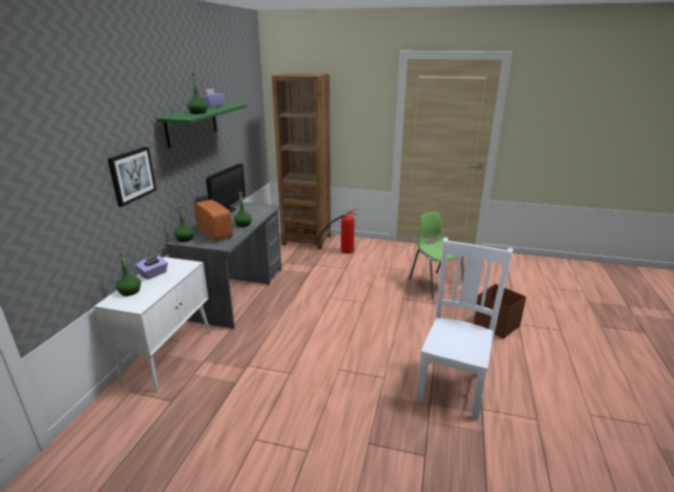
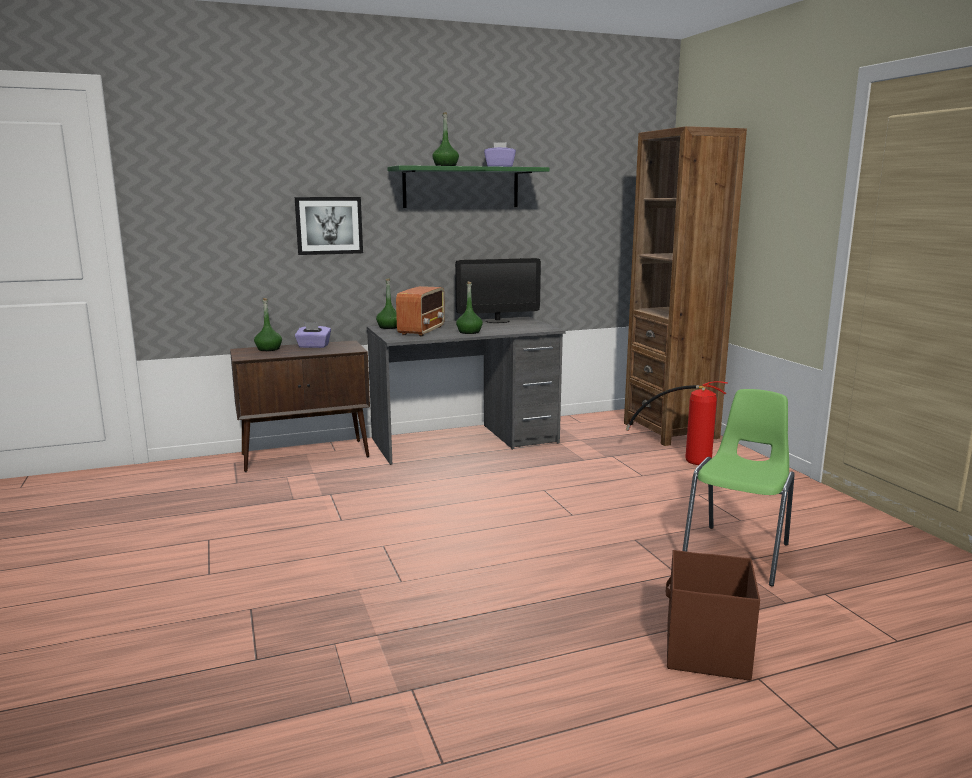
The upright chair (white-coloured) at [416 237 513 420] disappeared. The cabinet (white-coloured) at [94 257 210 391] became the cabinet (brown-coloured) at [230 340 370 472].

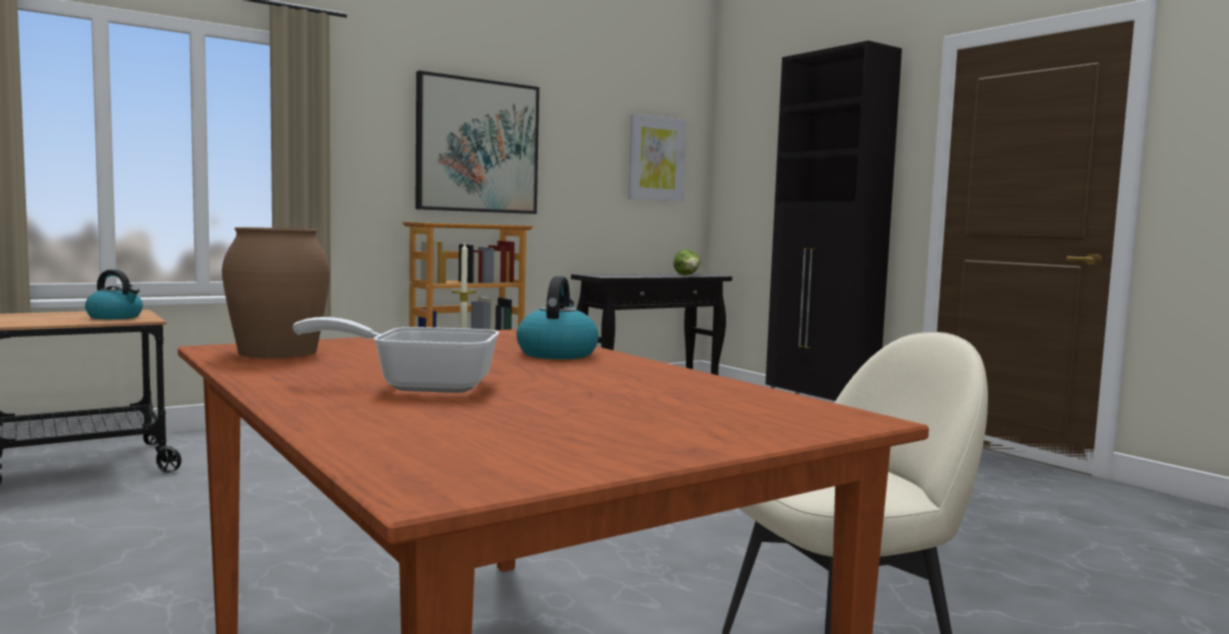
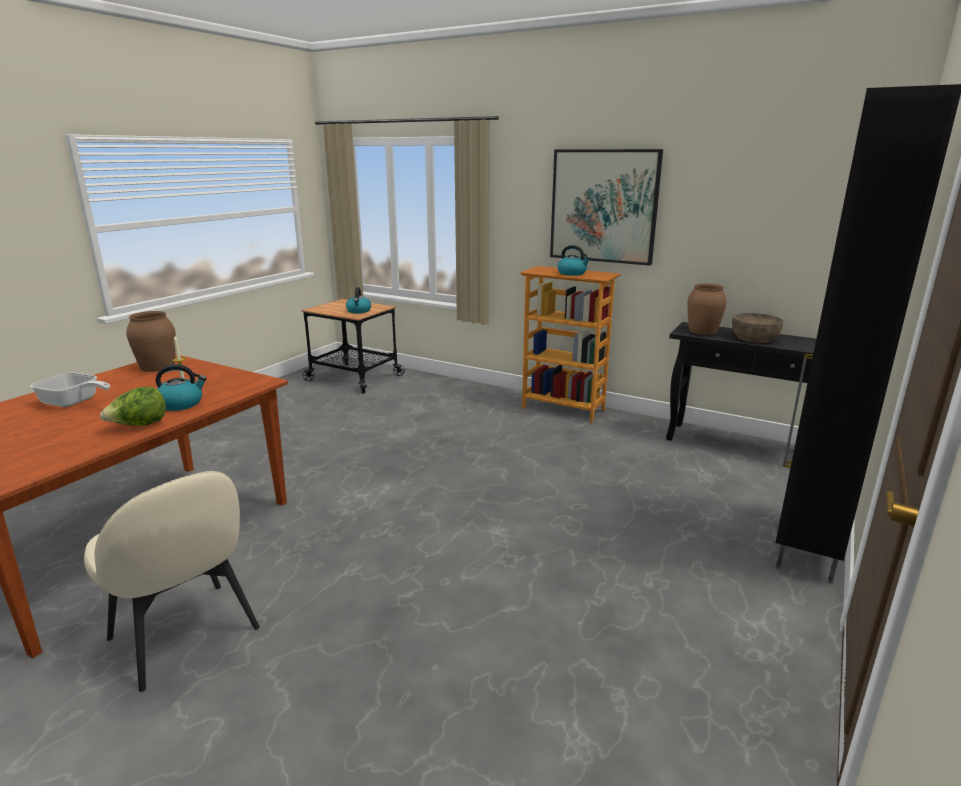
The wall art at [628 113 686 202] disappeared. The lettuce moved from [673 249 700 275] to [100 387 166 426]. The pan at [293 317 499 393] turned 135 degrees clockwise. The tea kettle at [558 245 591 276] appeared. The flower vase (brown-coloured) at [687 283 727 335] appeared. The bowl (brown-coloured) at [732 313 783 343] appeared.

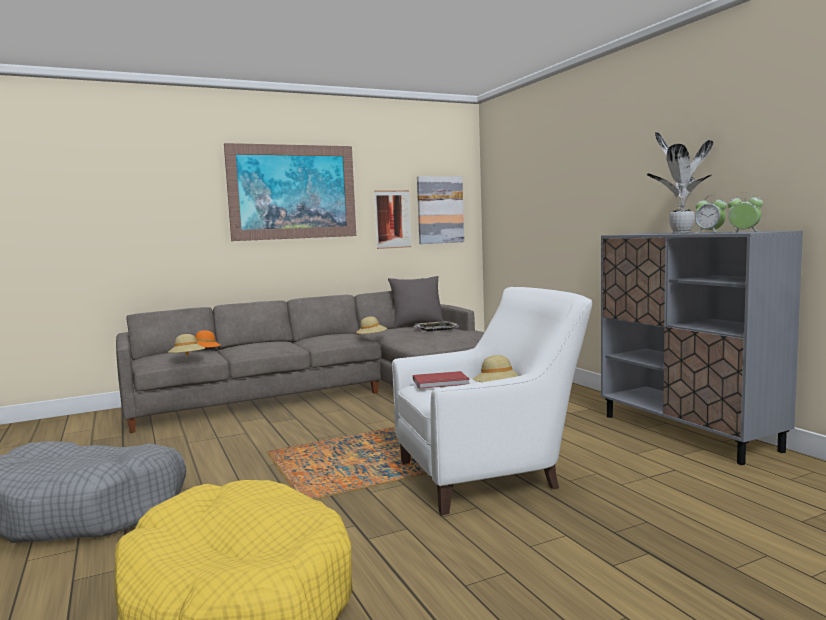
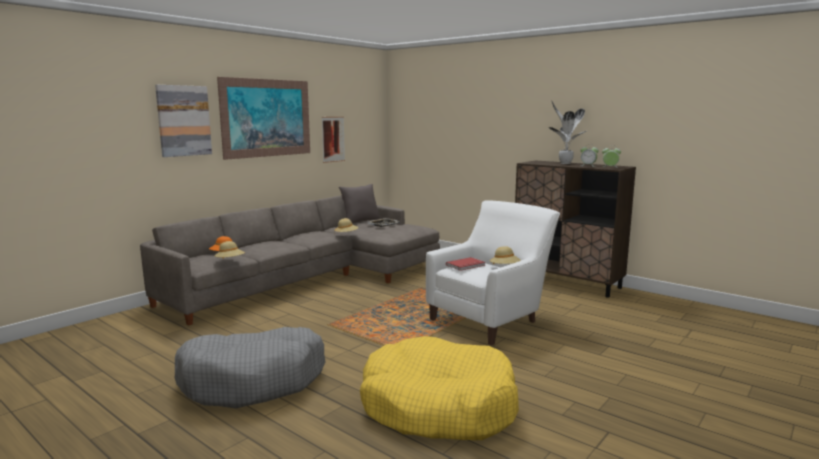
The wall art moved from [417 176 464 244] to [155 85 212 157]. The cabinet (greyish) at [601 231 803 465] became the cabinet (brown-coloured) at [515 161 636 298].

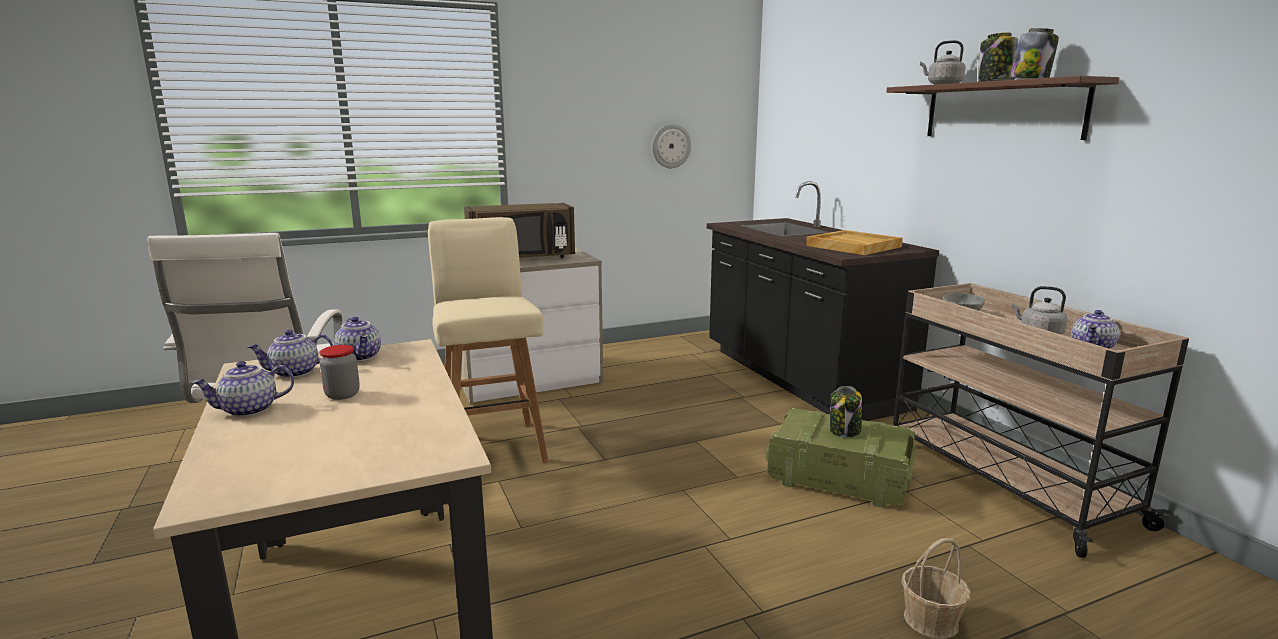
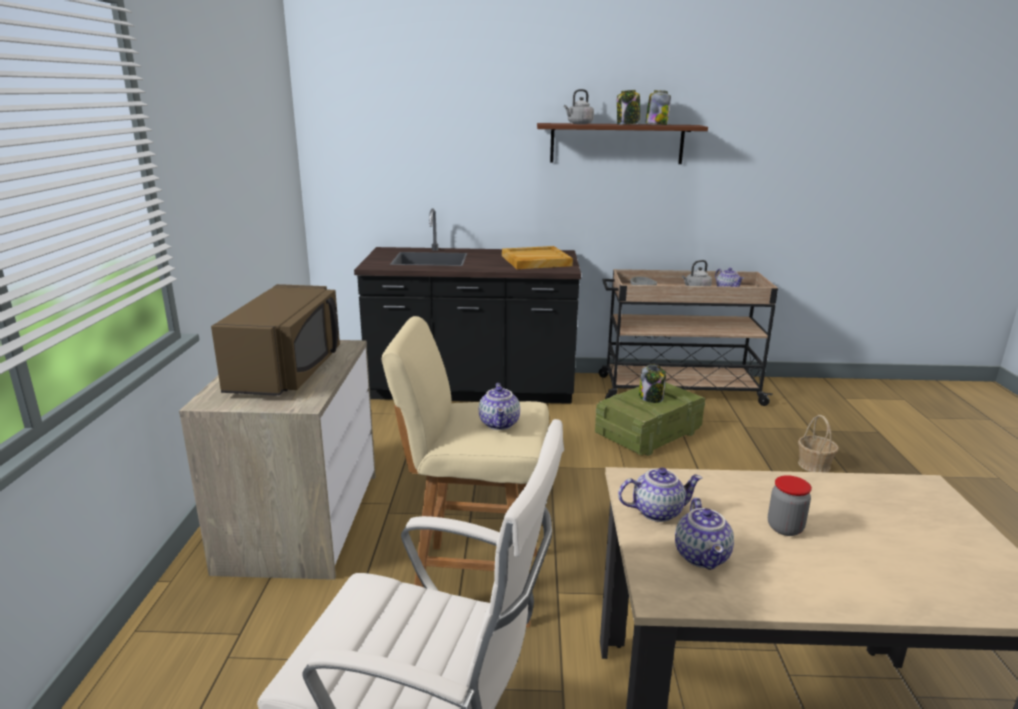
The wall clock at [652 124 691 168] disappeared. The tea pot moved from [191 361 294 417] to [479 383 520 430].

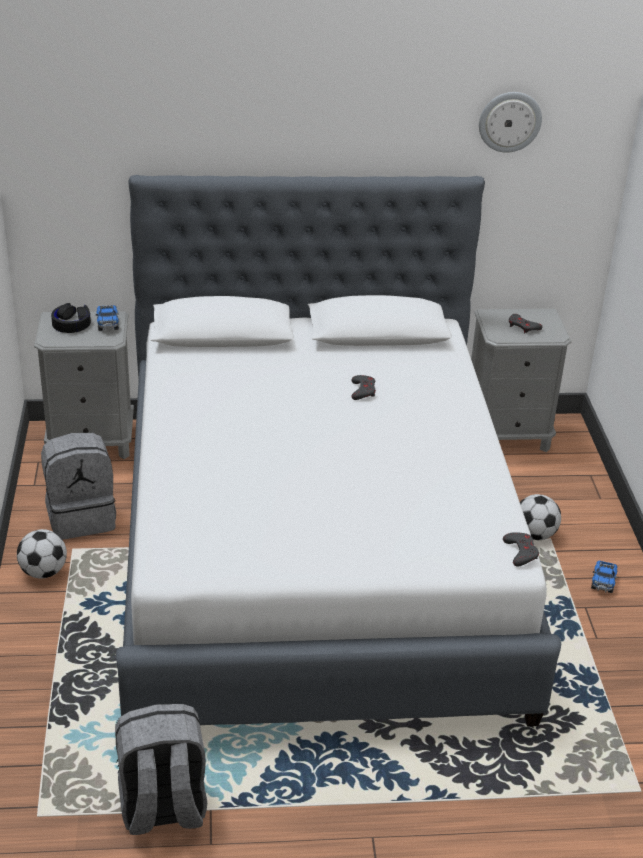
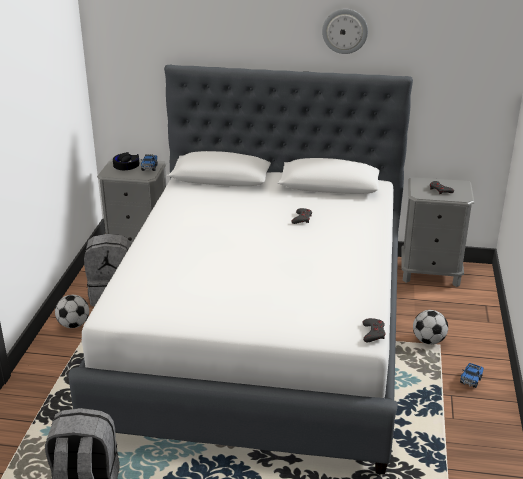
The wall clock moved from [479 92 542 153] to [322 9 368 54].

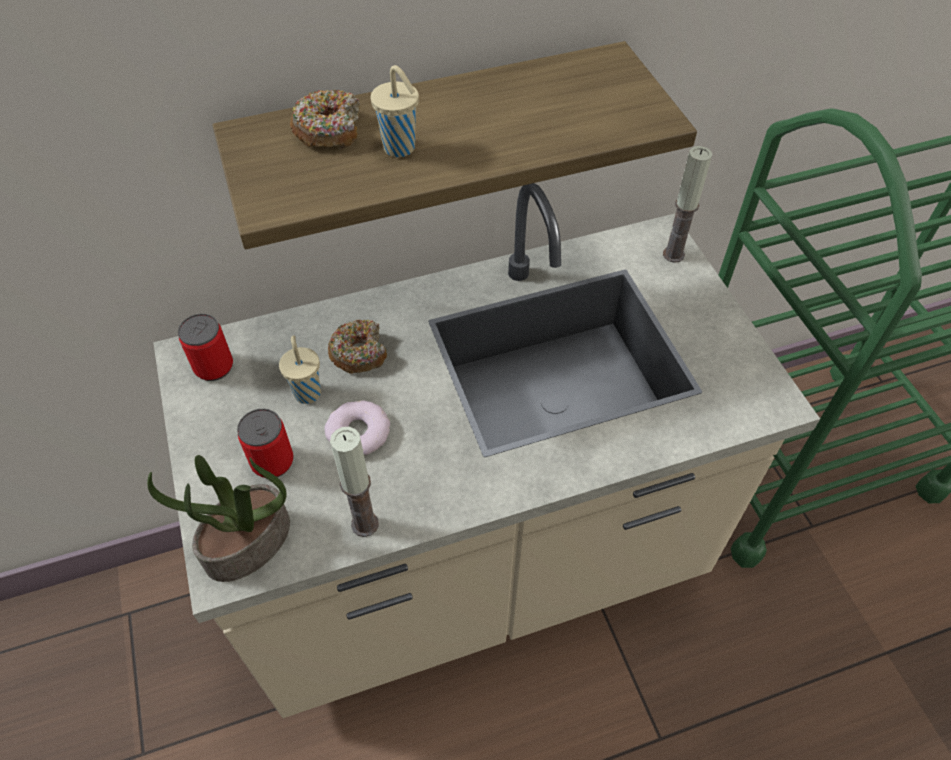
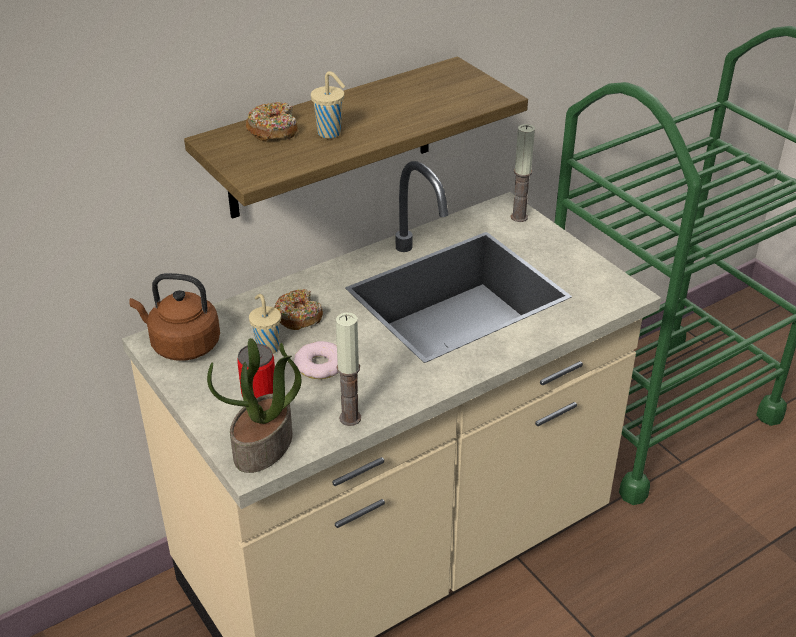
The sealed can at [178 314 233 381] was replaced by the tea kettle (brown-coloured) at [129 273 220 360].

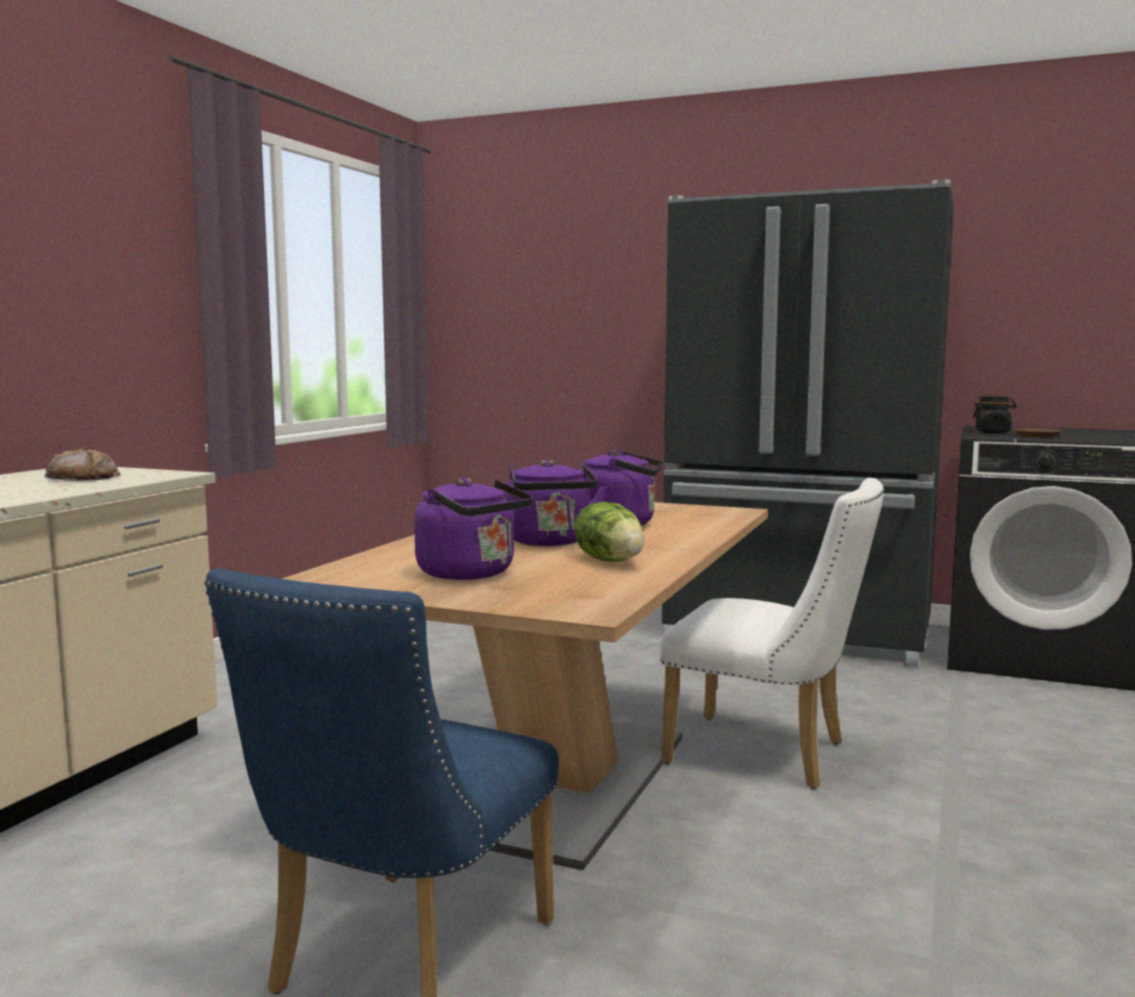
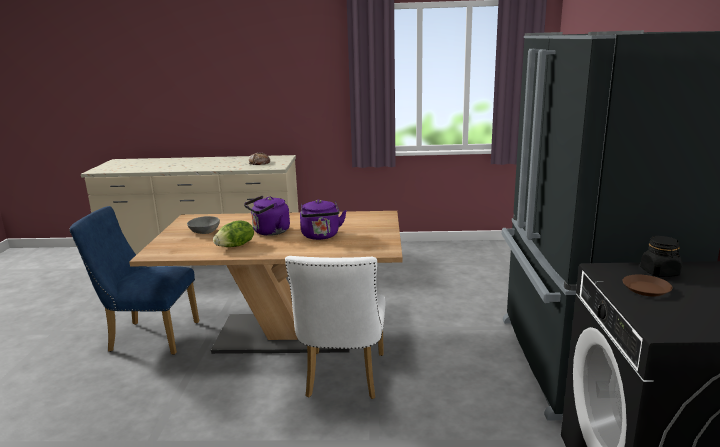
The tea kettle (purple) at [414 478 533 580] was replaced by the bowl (greyish) at [187 216 220 234].

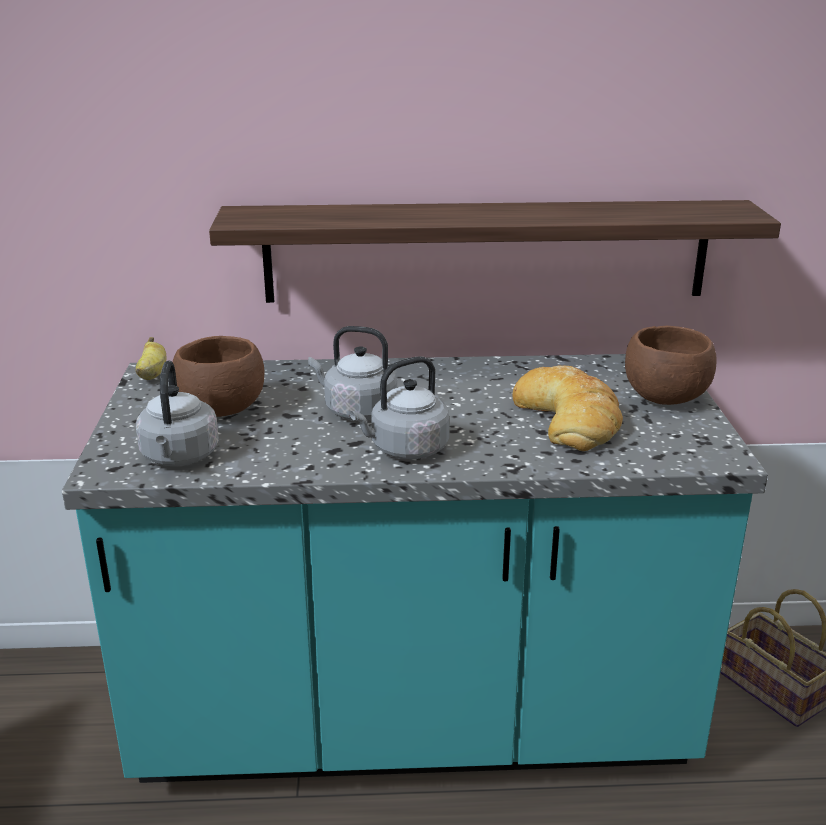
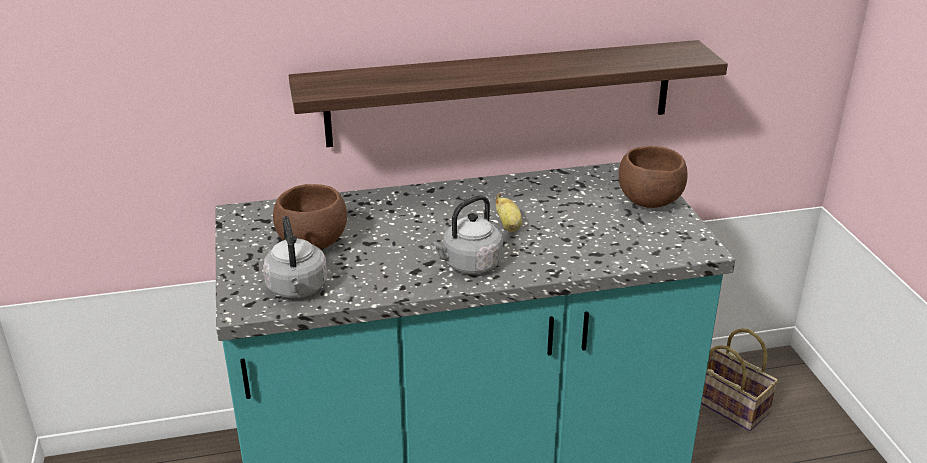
The tea kettle (greyish) at [308 326 397 420] disappeared. The banana moved from [135 337 167 380] to [496 193 522 232]. The bread at [513 366 623 451] disappeared.

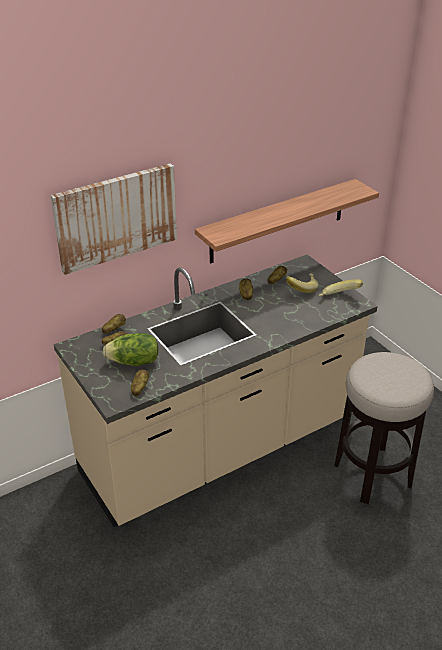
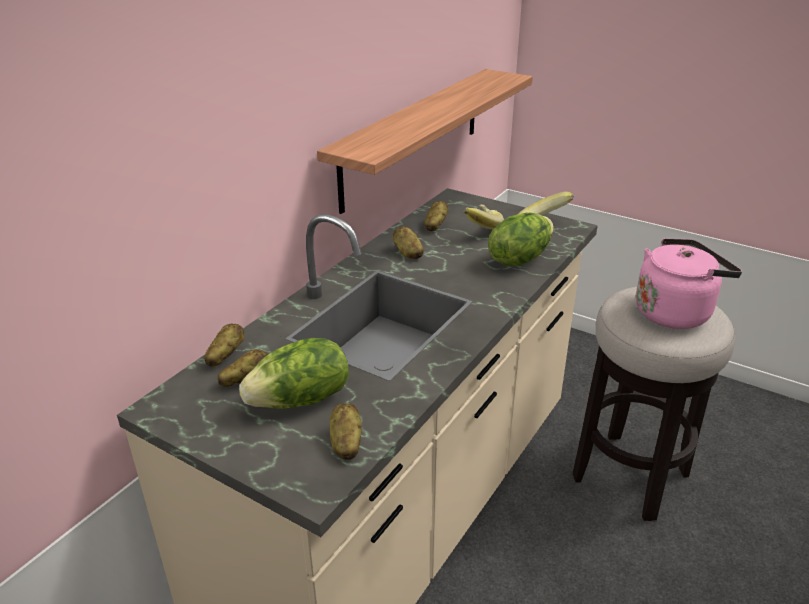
The wall art at [50 163 177 275] disappeared. The lettuce at [488 212 554 266] appeared. The tea kettle (pink-coloured) at [636 238 742 329] appeared.

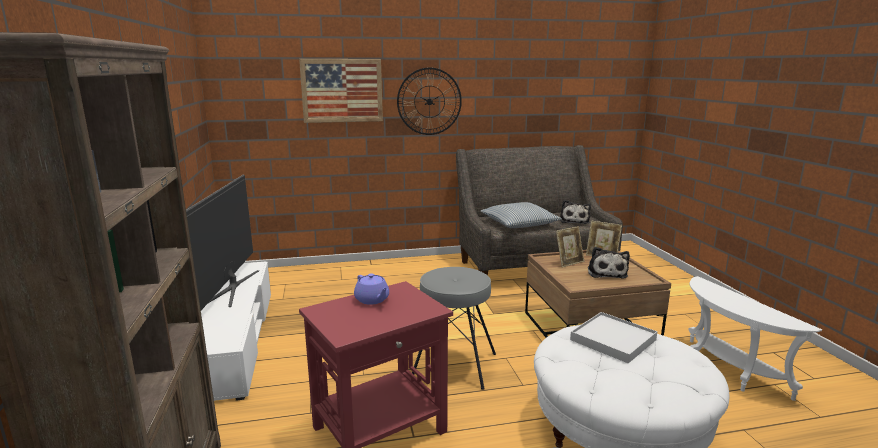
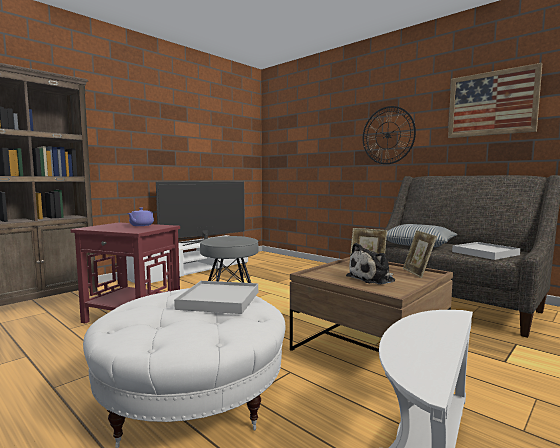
The wall art moved from [299 59 383 123] to [448 63 542 138]. The plush toy at [560 200 591 224] was replaced by the serving tray (white-coloured) at [452 242 520 260].

